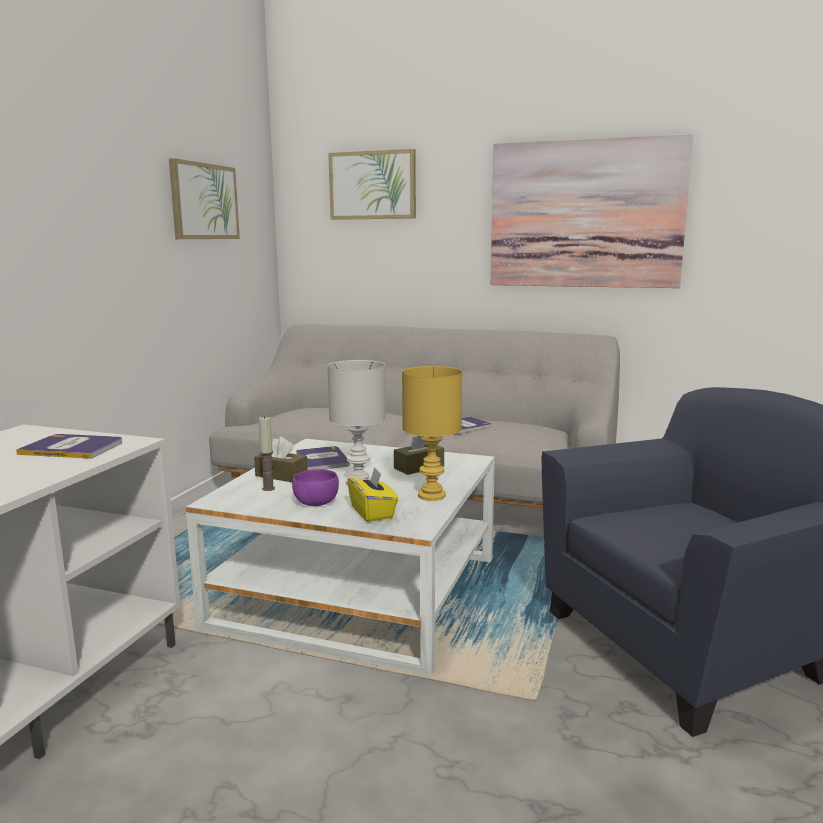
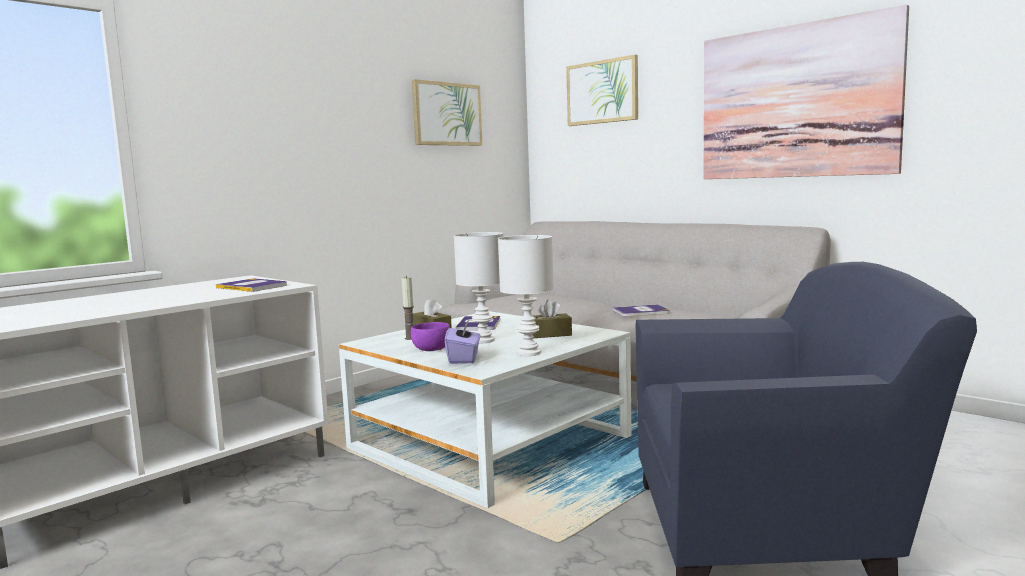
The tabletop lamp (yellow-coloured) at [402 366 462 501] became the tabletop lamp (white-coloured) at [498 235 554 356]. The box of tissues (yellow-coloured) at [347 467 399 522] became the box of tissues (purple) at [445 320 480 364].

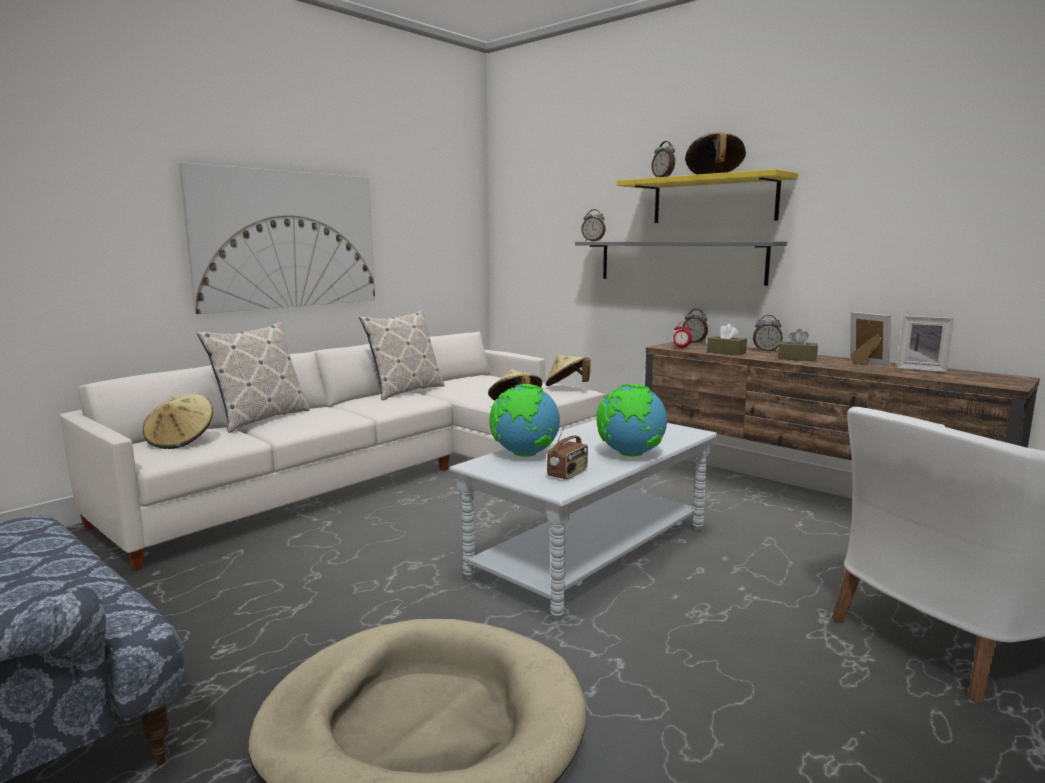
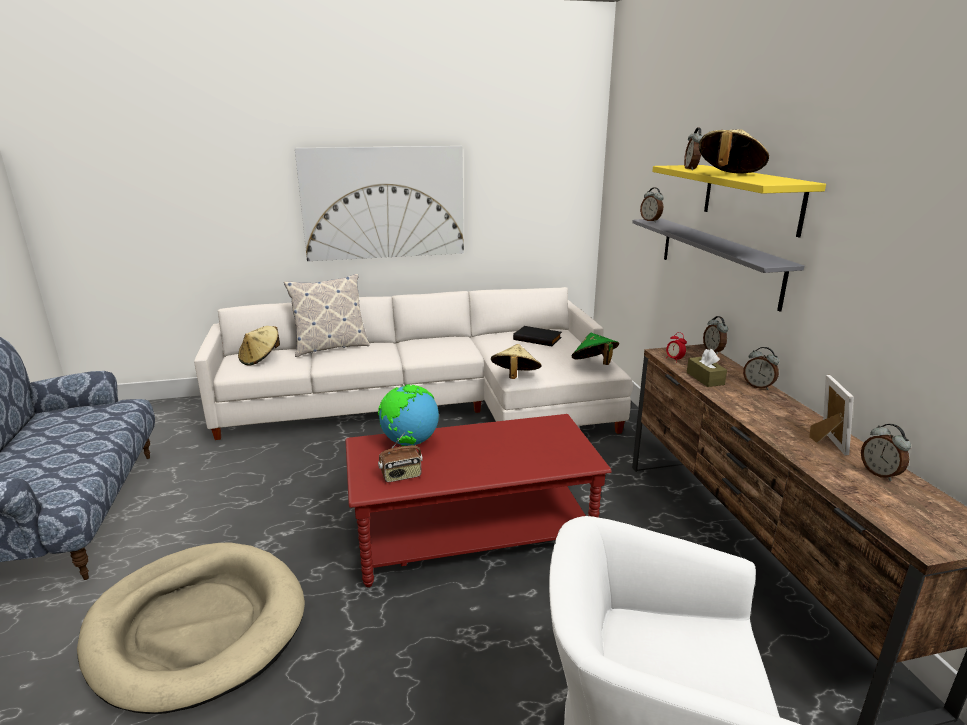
The pillow at [359 310 445 400] disappeared. The picture frame at [897 316 954 373] was replaced by the table clock at [861 424 911 481]. The box of tissues (brown-coloured) at [778 329 818 361] disappeared. The hat (beige) at [546 355 591 386] became the hat (green) at [571 332 619 365]. The world globe at [596 384 667 456] disappeared. The low table (greyish) at [449 419 718 620] became the low table (red) at [345 414 611 587]. The bound book (black-coloured) at [513 326 562 346] appeared.

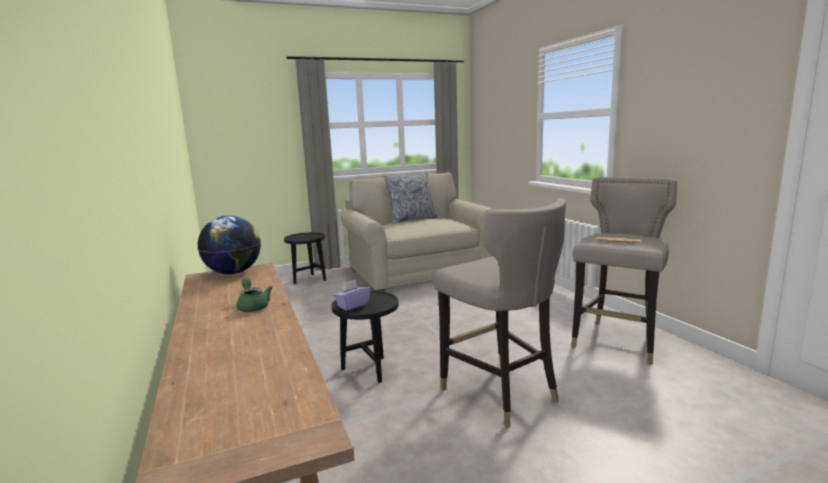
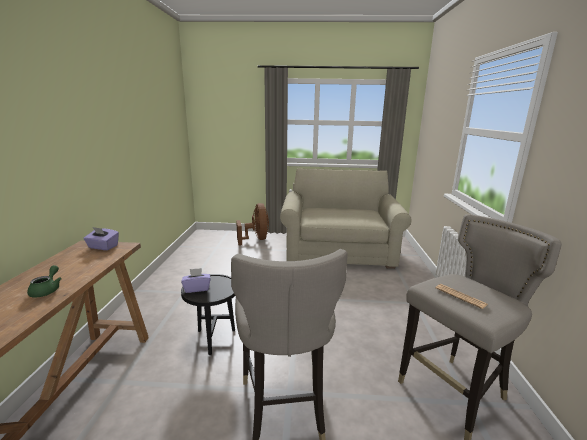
The pillow at [384 172 437 224] disappeared. The world globe at [198 216 261 274] was replaced by the box of tissues (purple) at [83 227 119 250]. The end table (black-coloured) at [284 232 326 284] was replaced by the electric fan (brown-coloured) at [236 203 269 246].

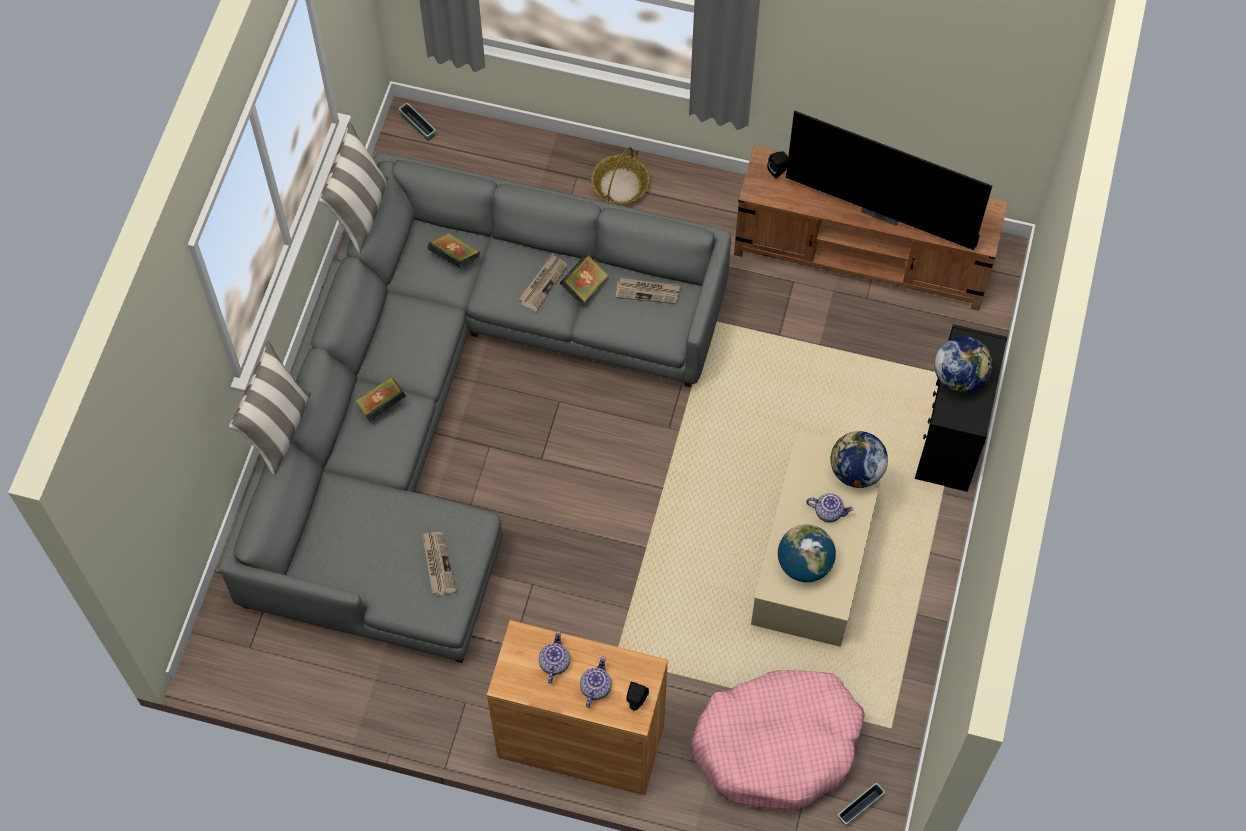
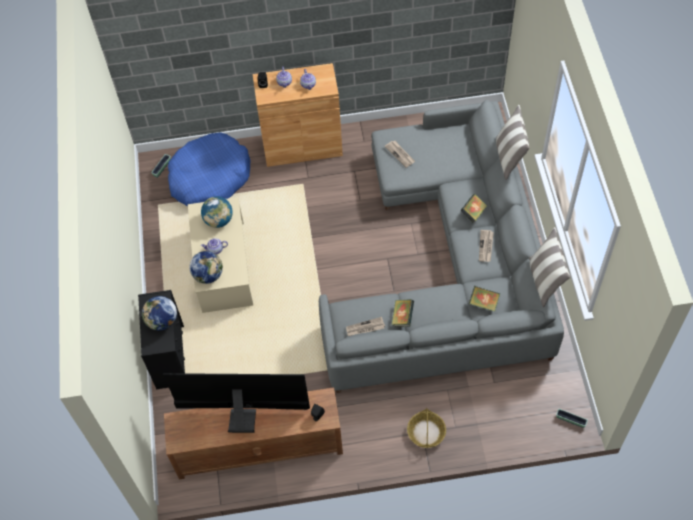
The daily paper moved from [519 253 568 312] to [479 230 494 262]. The dog bed (pink-coloured) at [691 670 865 811] became the dog bed (blue-coloured) at [168 132 251 207].

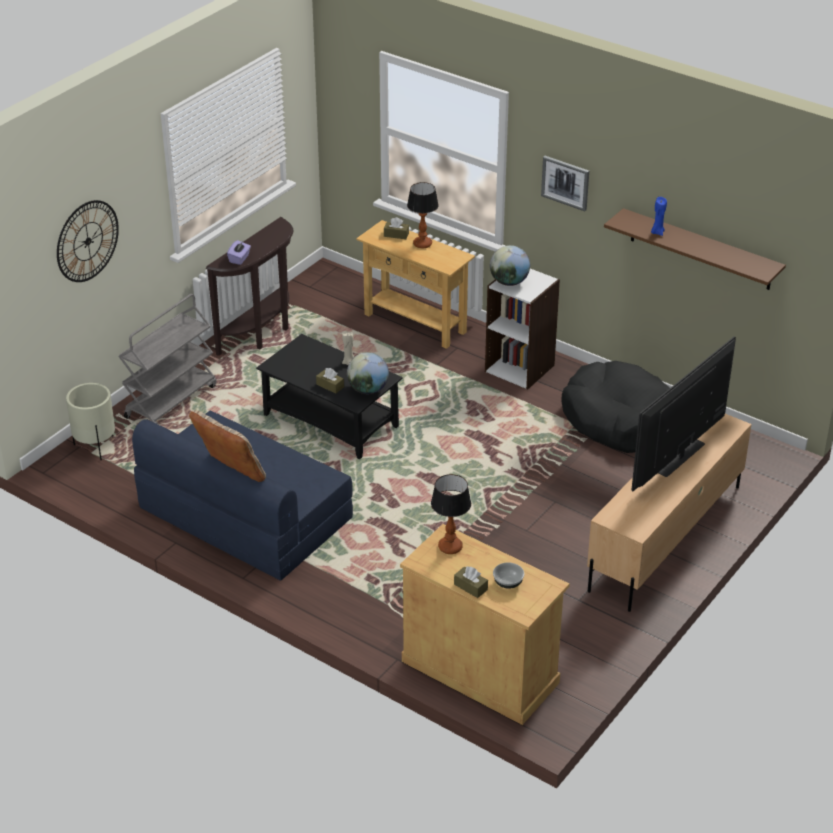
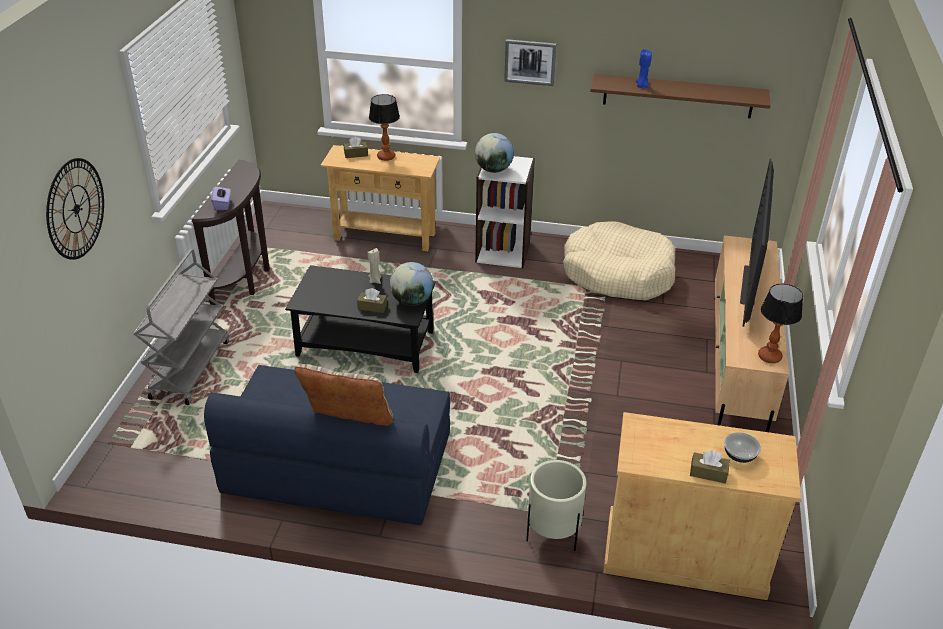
The dog bed (black-coloured) at [562 361 670 453] became the dog bed (beige) at [563 221 675 300]. The planter (beige) moved from [66 383 115 460] to [526 460 586 551]. The tabletop lamp moved from [431 474 471 554] to [758 284 803 363].

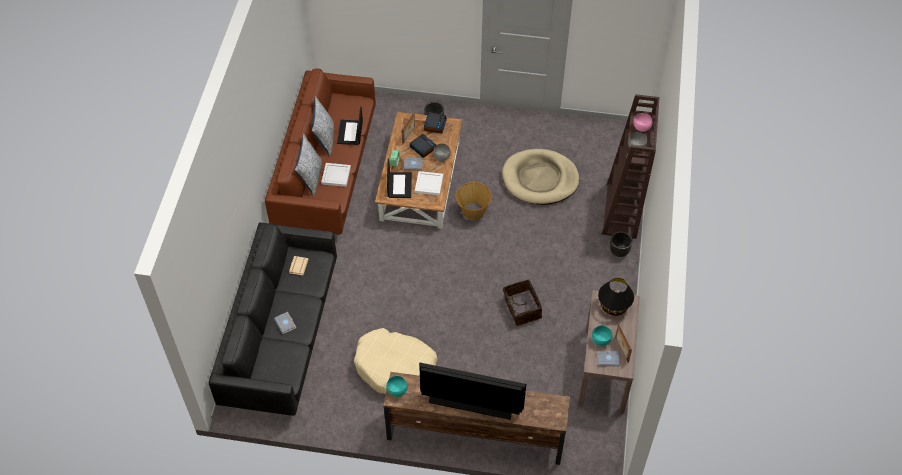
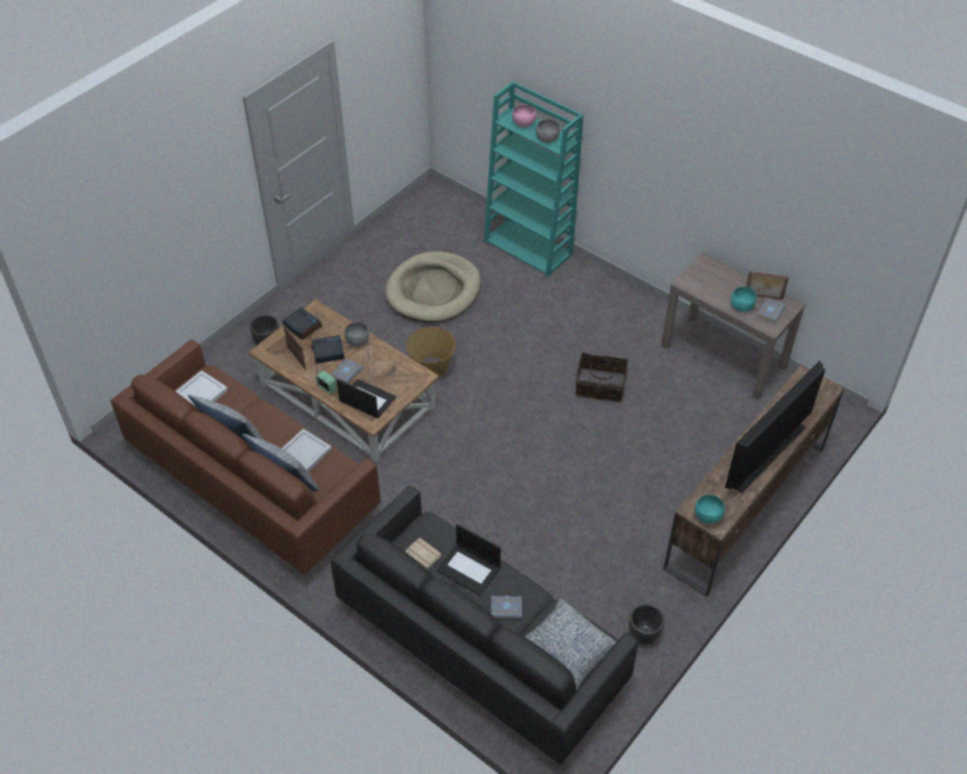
The bookshelf (brown-coloured) at [602 94 660 239] became the bookshelf (blue-green) at [484 81 584 277]. The laptop moved from [337 107 363 145] to [437 524 501 595]. The serving tray (white-coloured) moved from [415 171 443 196] to [176 370 228 407]. The planter (black-coloured) moved from [610 231 633 257] to [629 604 665 645]. The tabletop lamp (black-coloured) at [598 278 634 316] disappeared. The dog bed (beige) at [354 328 438 394] disappeared. The pillow at [525 598 616 689] appeared.

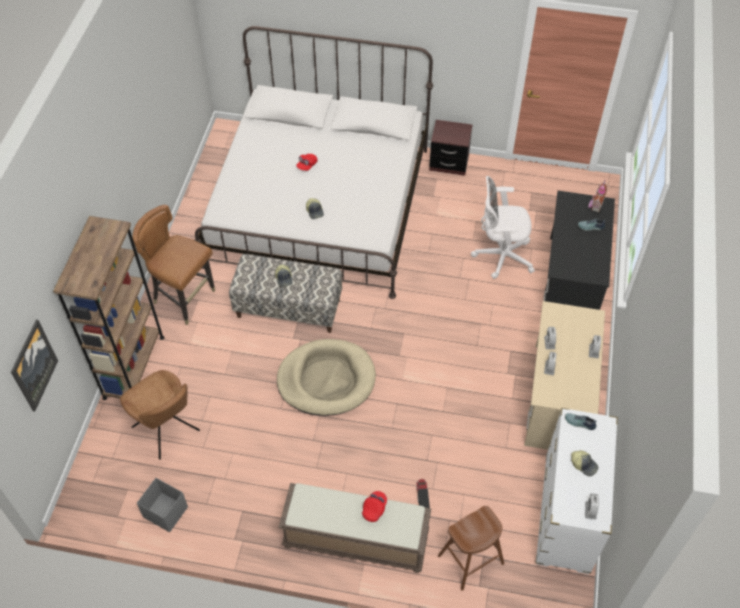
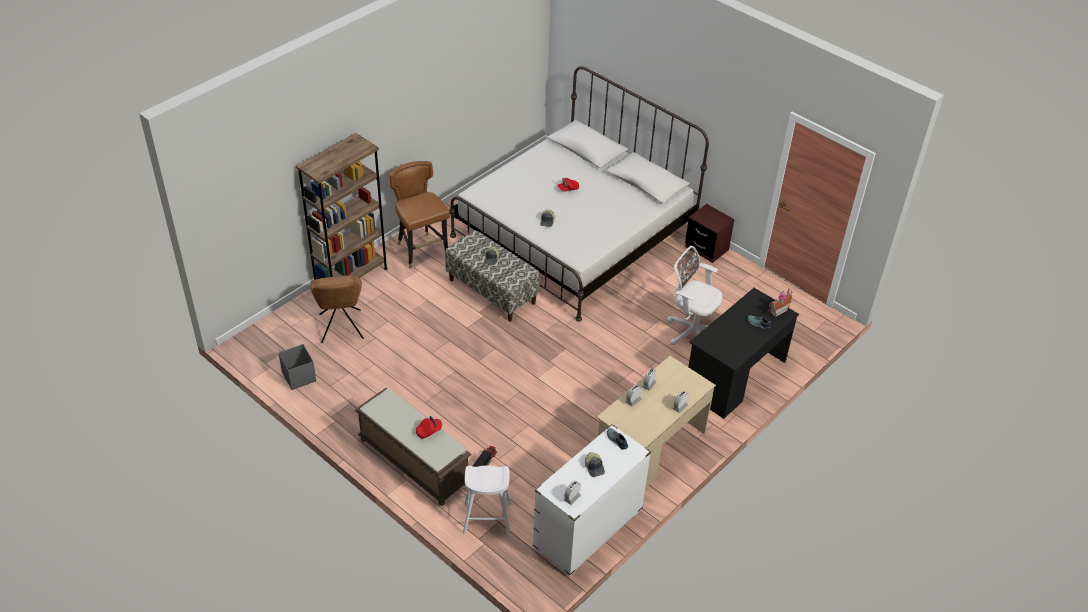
The wall art at [11 320 58 412] disappeared. The dog bed (beige) at [277 339 376 416] disappeared. The stool seat (brown-coloured) at [438 506 504 591] became the stool seat (white-coloured) at [463 465 511 535].

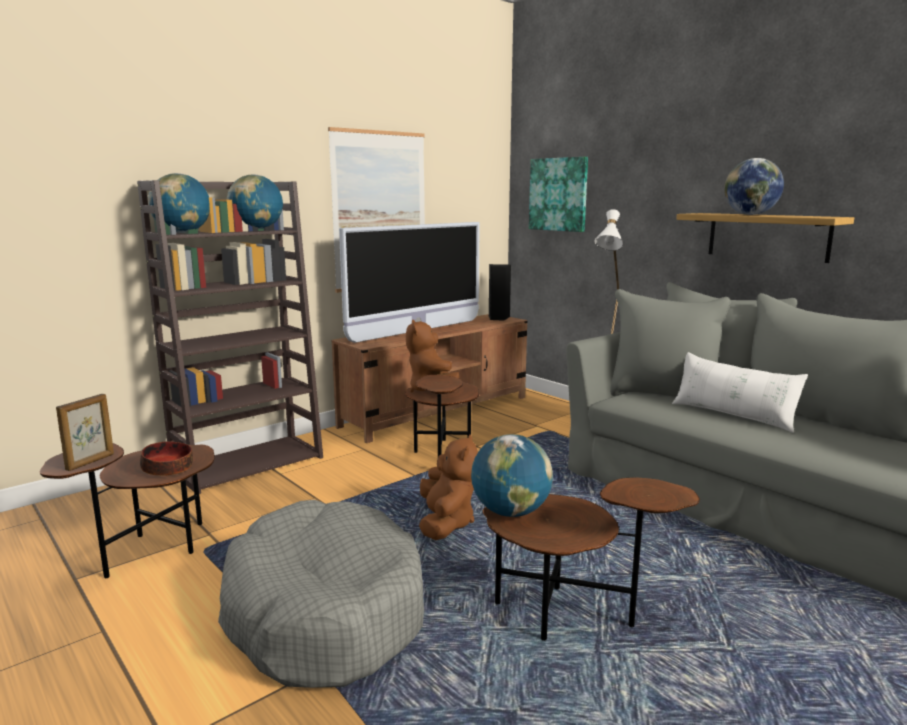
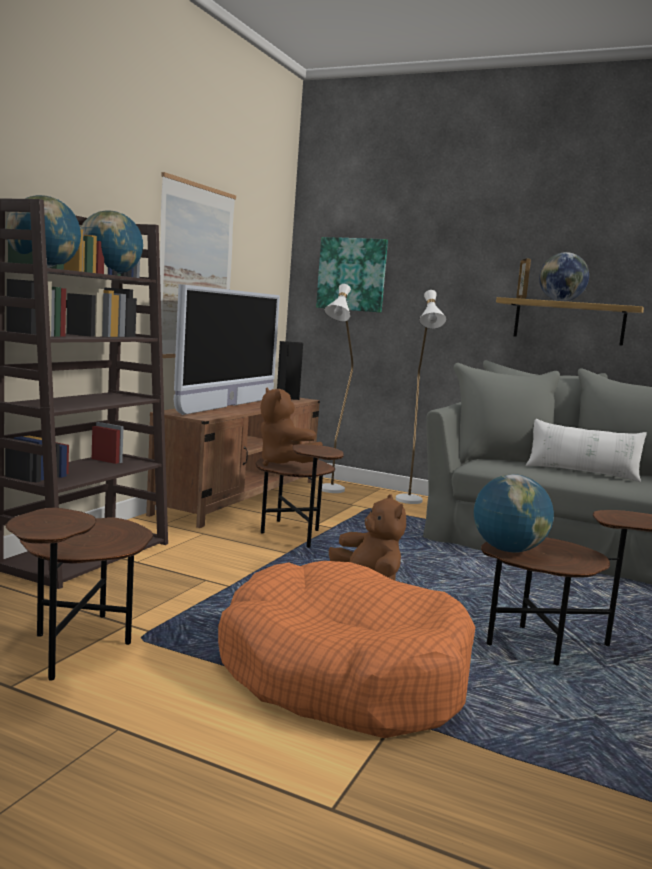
The picture frame moved from [56 394 114 471] to [516 258 531 299]. The bowl at [140 441 193 476] disappeared. The dog bed (greyish) at [218 500 424 688] became the dog bed (orange-coloured) at [218 561 475 738]. The floor lamp (white-coloured) at [322 284 353 493] appeared.

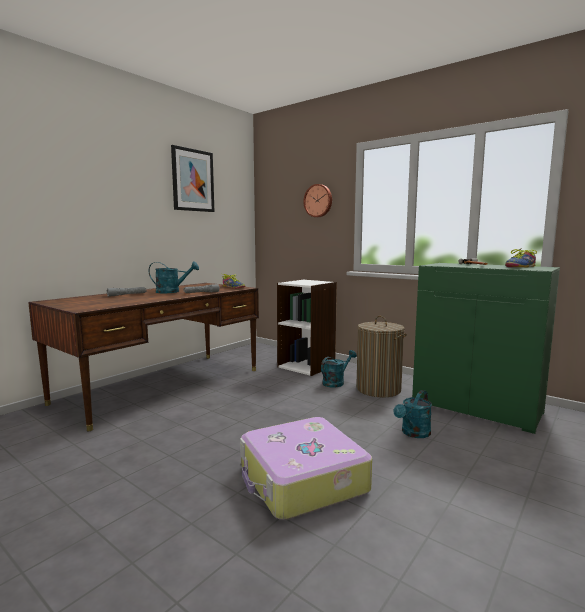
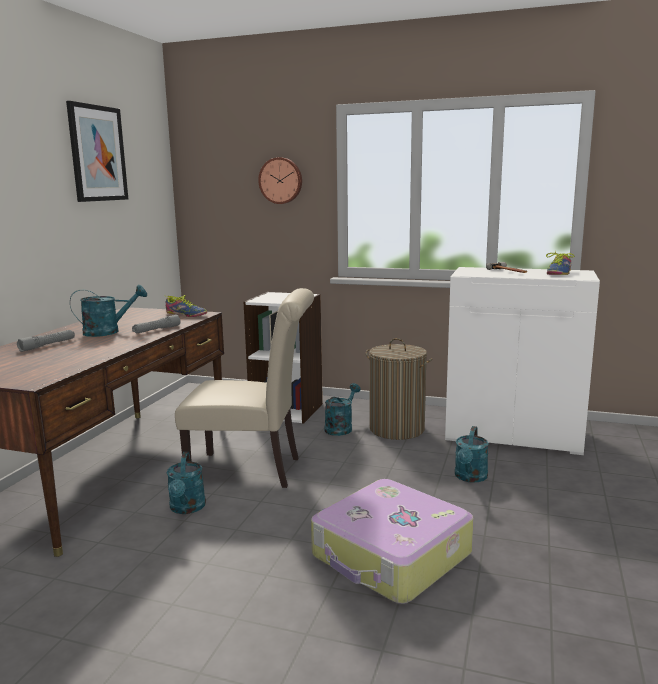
The cabinet (green) at [412 263 560 434] became the cabinet (white-coloured) at [445 267 600 455]. The upright chair (beige) at [175 288 314 488] appeared. The sprinkling can (blue-green) at [167 452 206 514] appeared.

